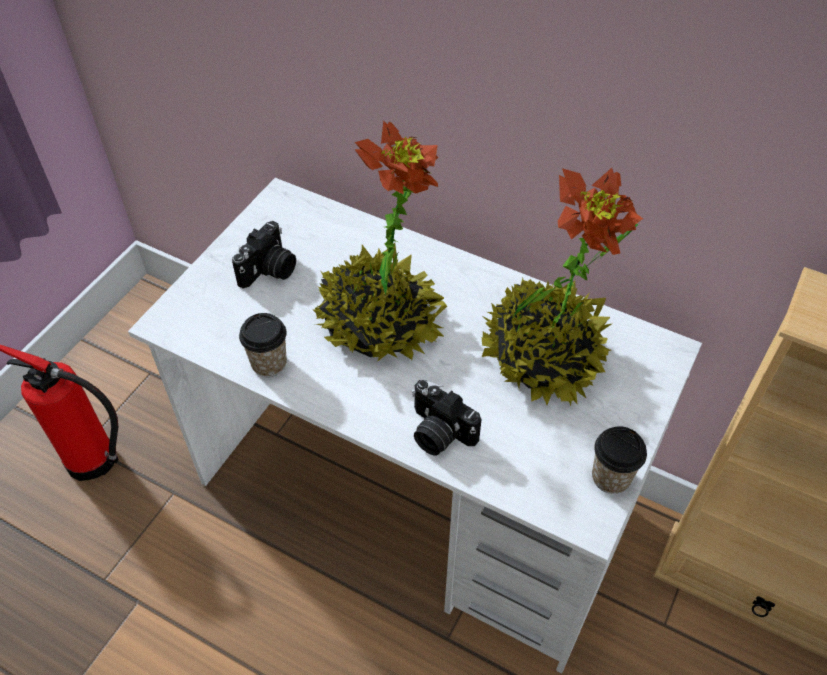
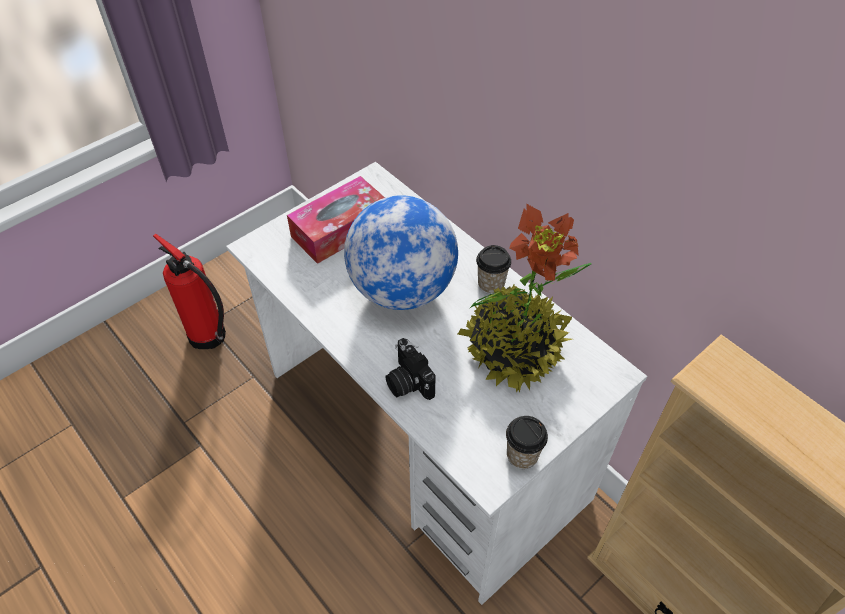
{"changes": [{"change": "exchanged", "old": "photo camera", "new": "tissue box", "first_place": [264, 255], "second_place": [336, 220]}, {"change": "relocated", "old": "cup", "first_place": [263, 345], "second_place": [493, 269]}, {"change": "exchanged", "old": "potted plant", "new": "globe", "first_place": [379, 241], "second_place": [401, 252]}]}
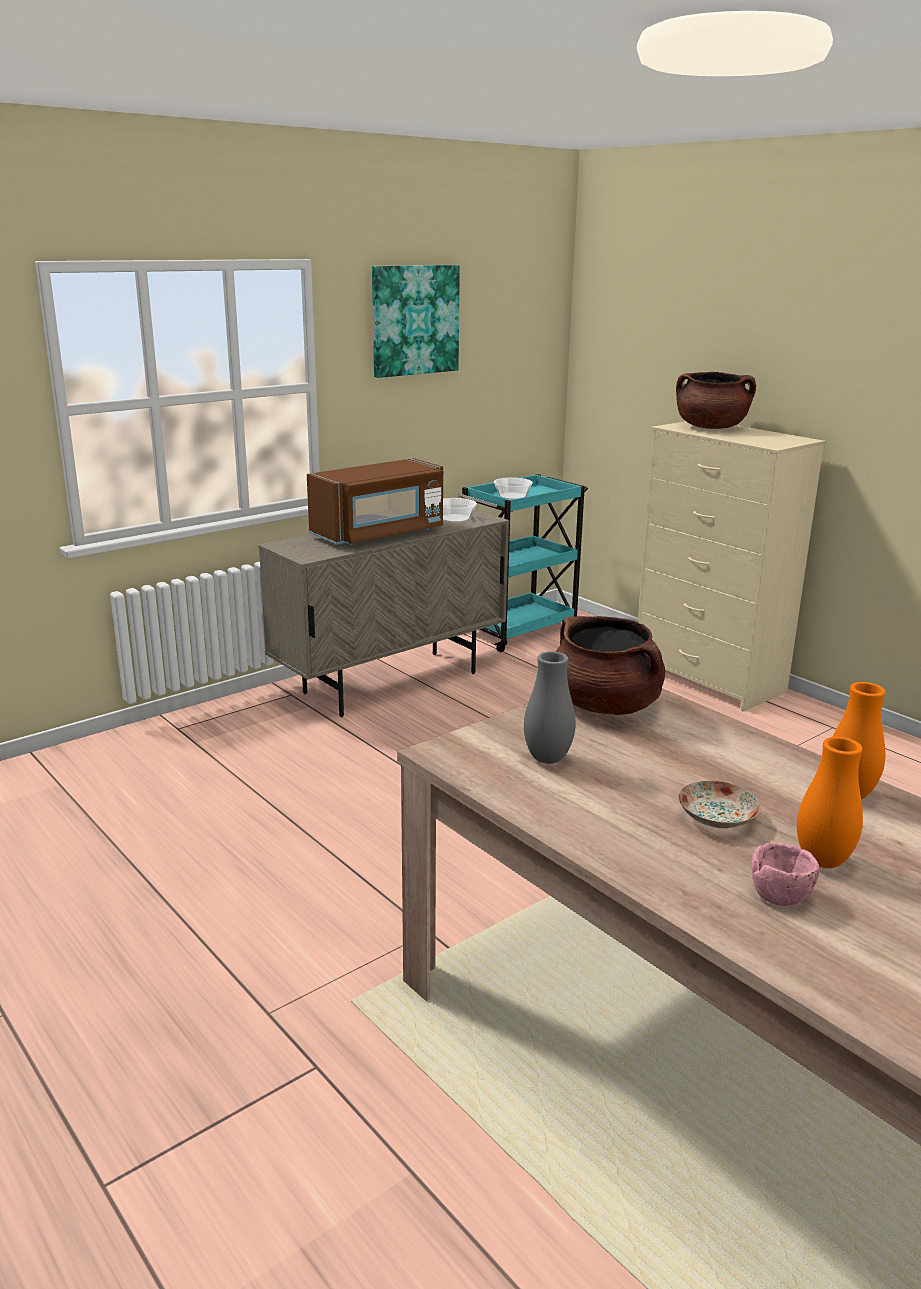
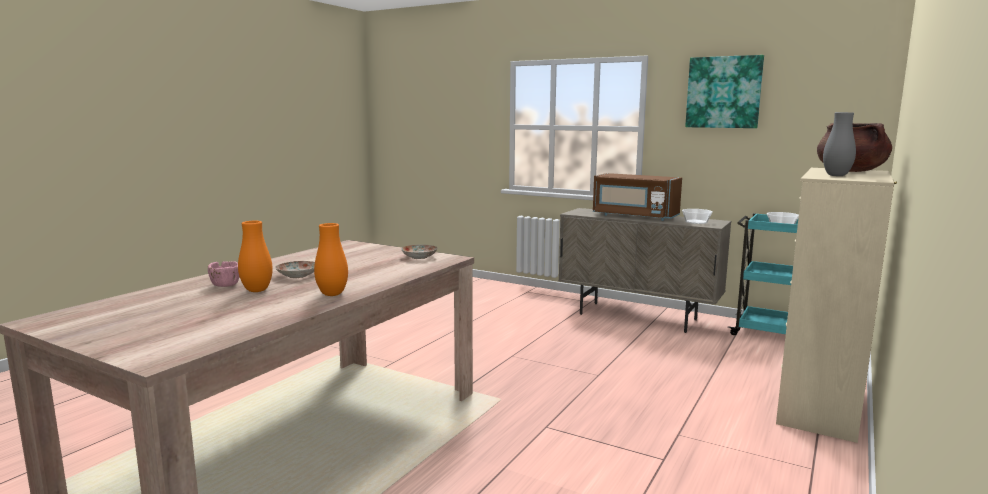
{"changes": [{"change": "relocated", "old": "grey vase", "first_place": [550, 707], "second_place": [839, 144]}, {"change": "exchanged", "old": "brown cooking pot", "new": "plate", "first_place": [610, 665], "second_place": [419, 251]}]}
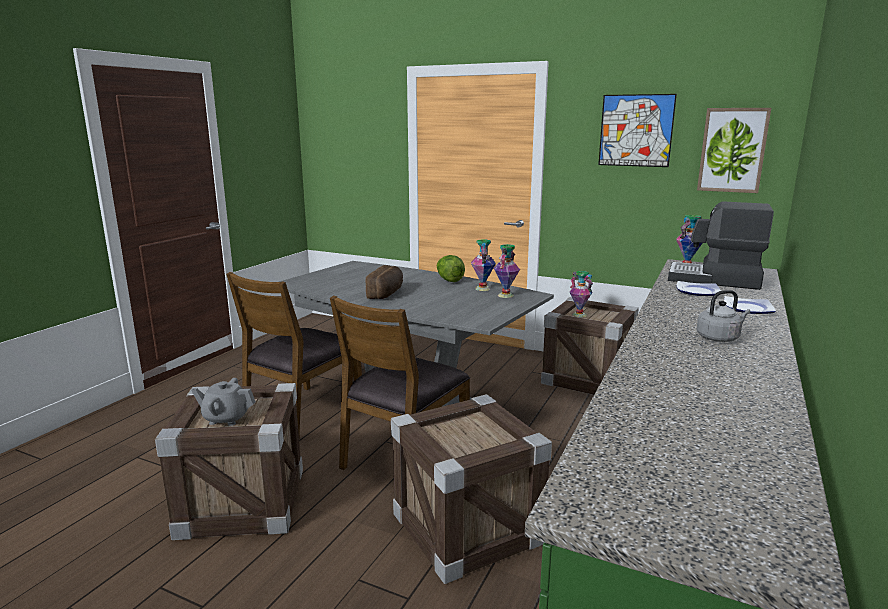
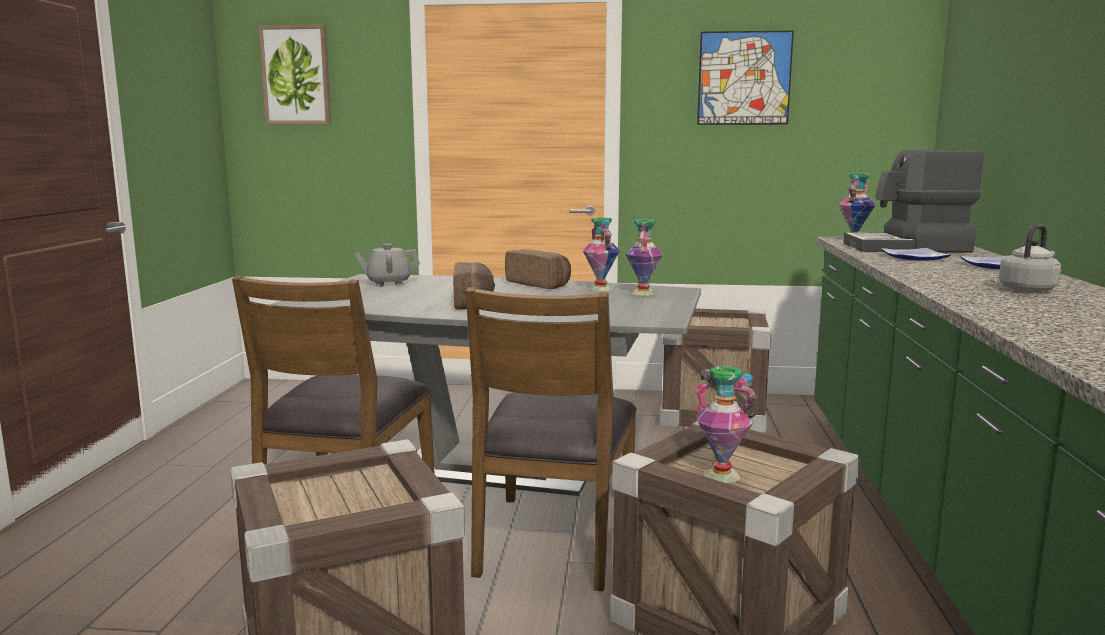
{"changes": [{"change": "relocated", "old": "grey teapot", "first_place": [223, 402], "second_place": [387, 265]}, {"change": "exchanged", "old": "lettuce", "new": "bread", "first_place": [451, 268], "second_place": [538, 269]}, {"change": "relocated", "old": "vase", "first_place": [581, 294], "second_place": [726, 424]}, {"change": "relocated", "old": "picture", "first_place": [734, 150], "second_place": [294, 74]}]}
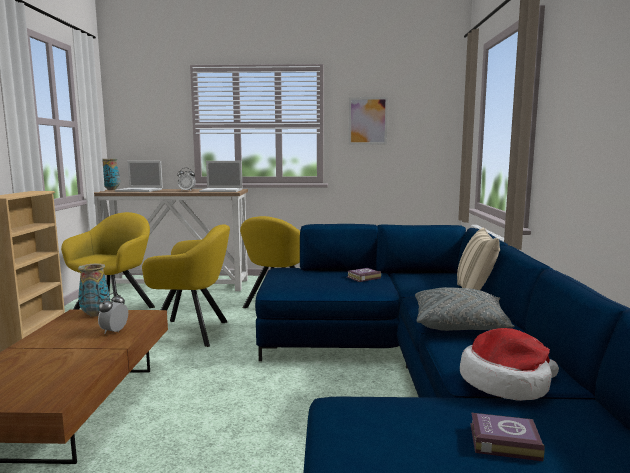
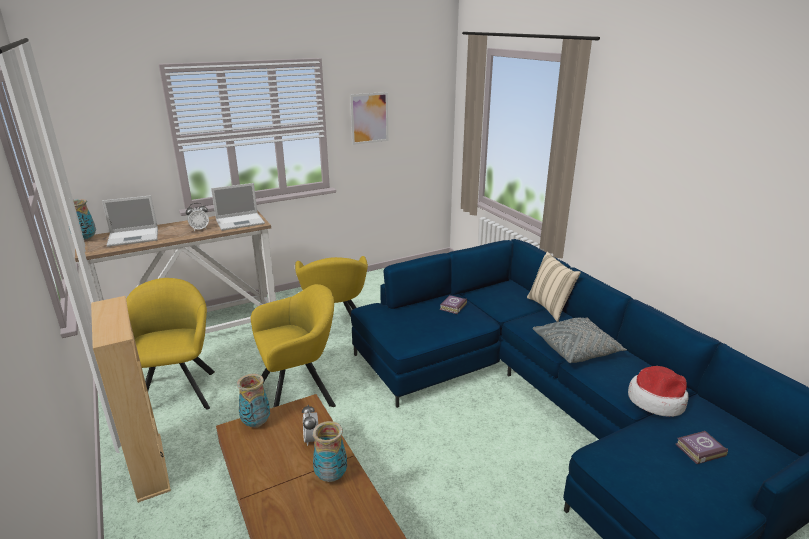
{"changes": [{"change": "appeared", "new": "vase", "second_place": [330, 451]}]}
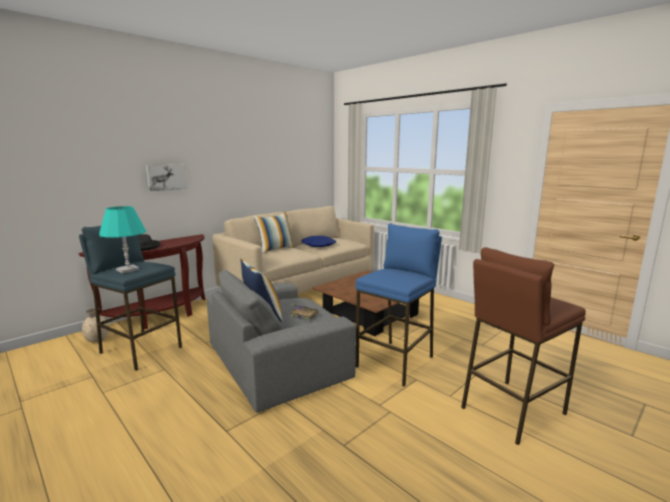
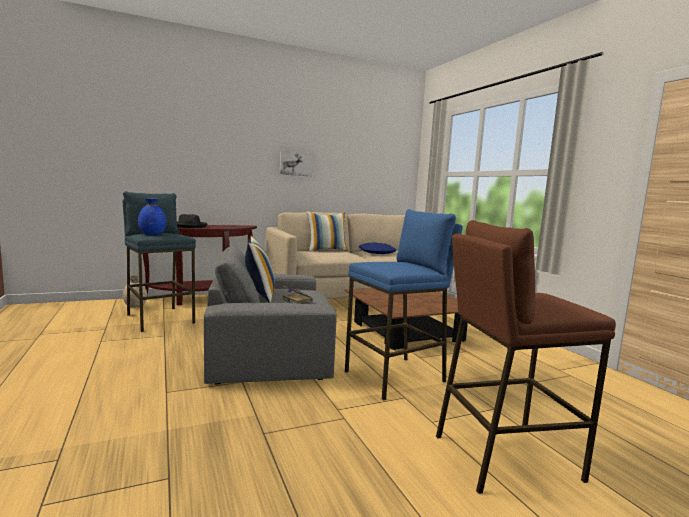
{"changes": [{"change": "exchanged", "old": "turquoise table lamp", "new": "blue vase", "first_place": [122, 239], "second_place": [152, 216]}, {"change": "relocated", "old": "picture", "first_place": [166, 178], "second_place": [296, 163]}]}
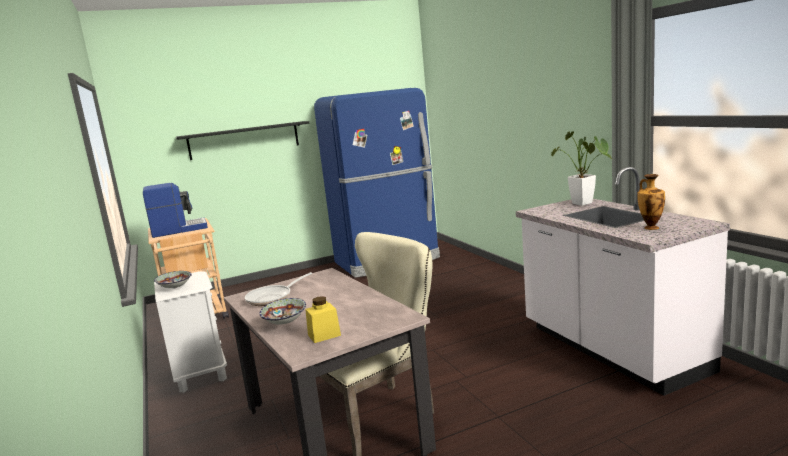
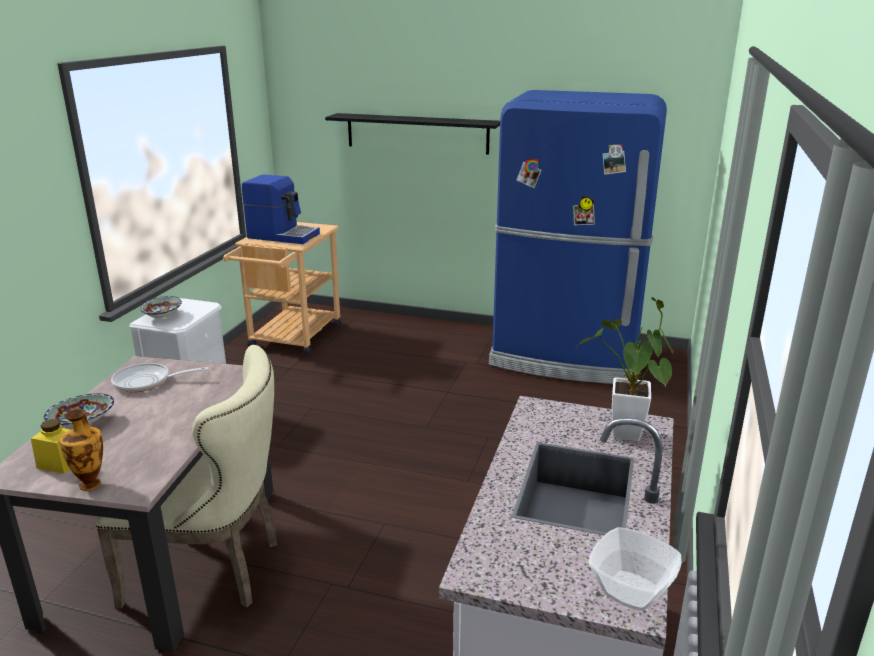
{"changes": [{"change": "relocated", "old": "vase", "first_place": [651, 202], "second_place": [81, 450]}, {"change": "appeared", "new": "bowl", "second_place": [635, 569]}]}
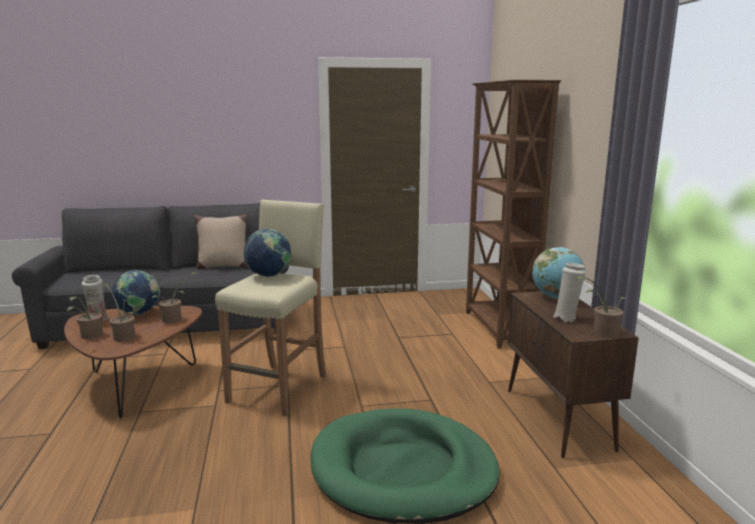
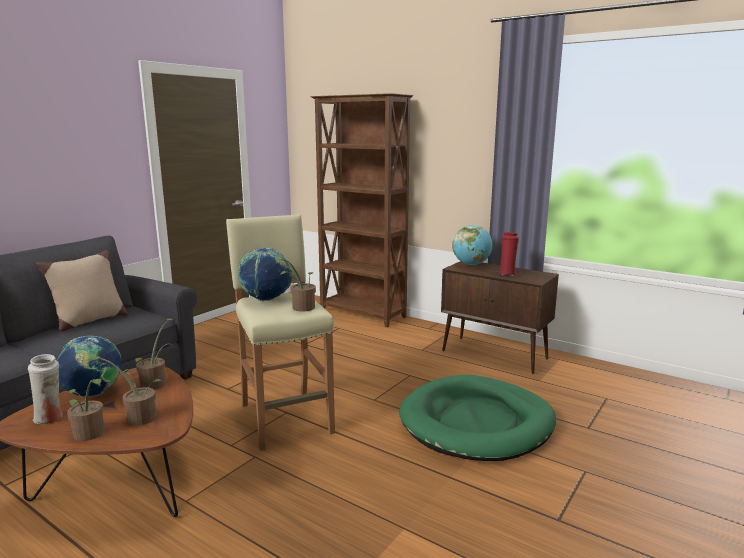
{"changes": [{"change": "colour", "old": "white vase", "new": "red vase", "first_place": [569, 292], "second_place": [509, 254]}, {"change": "relocated", "old": "potted plant", "first_place": [601, 307], "second_place": [296, 285]}]}
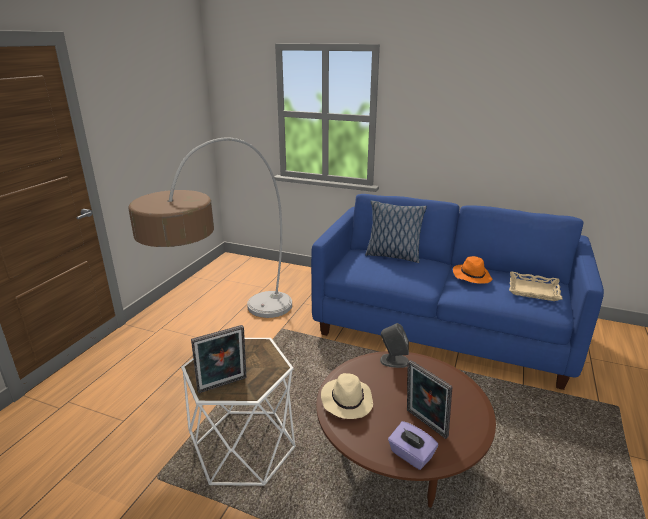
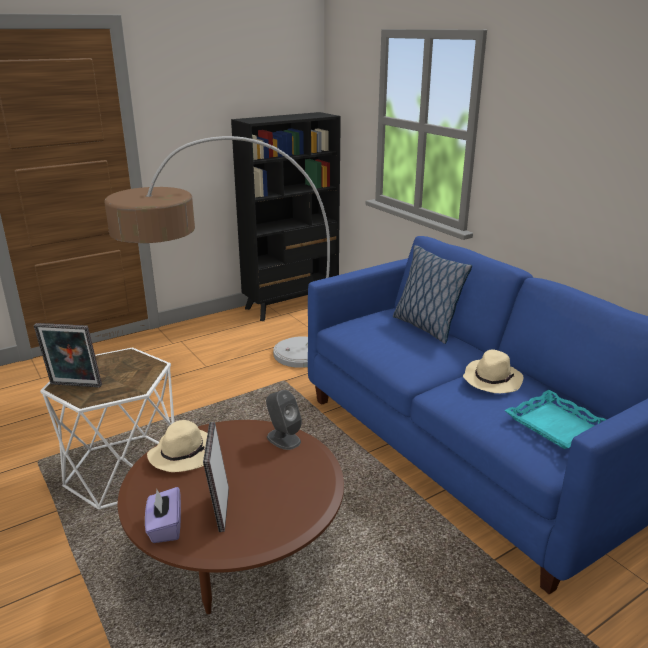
{"changes": [{"change": "colour", "old": "orange hat", "new": "beige hat", "first_place": [472, 269], "second_place": [493, 371]}, {"change": "colour", "old": "beige tray", "new": "turquoise tray", "first_place": [535, 286], "second_place": [555, 419]}, {"change": "appeared", "new": "black bookcase", "second_place": [286, 216]}]}
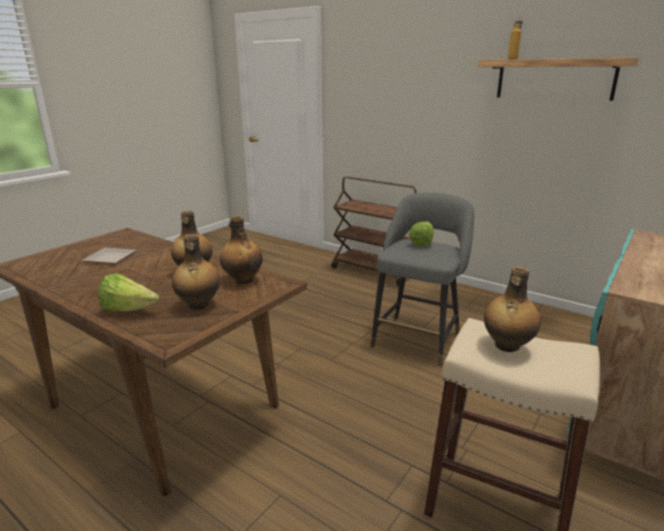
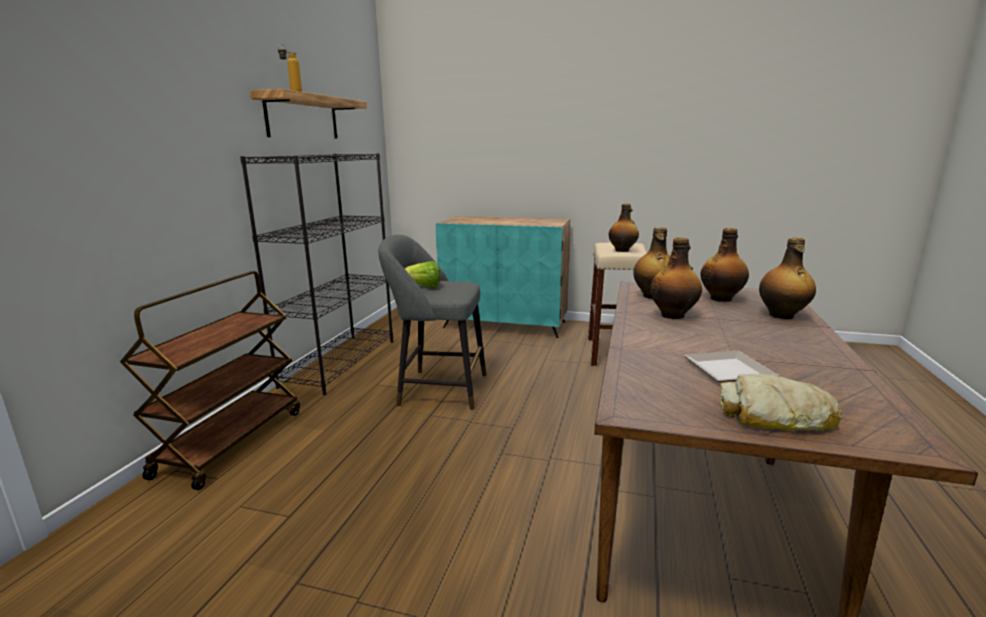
{"changes": [{"change": "exchanged", "old": "lettuce", "new": "bottle", "first_place": [129, 292], "second_place": [787, 278]}, {"change": "appeared", "new": "black bookcase", "second_place": [316, 274]}, {"change": "appeared", "new": "bread", "second_place": [781, 402]}]}
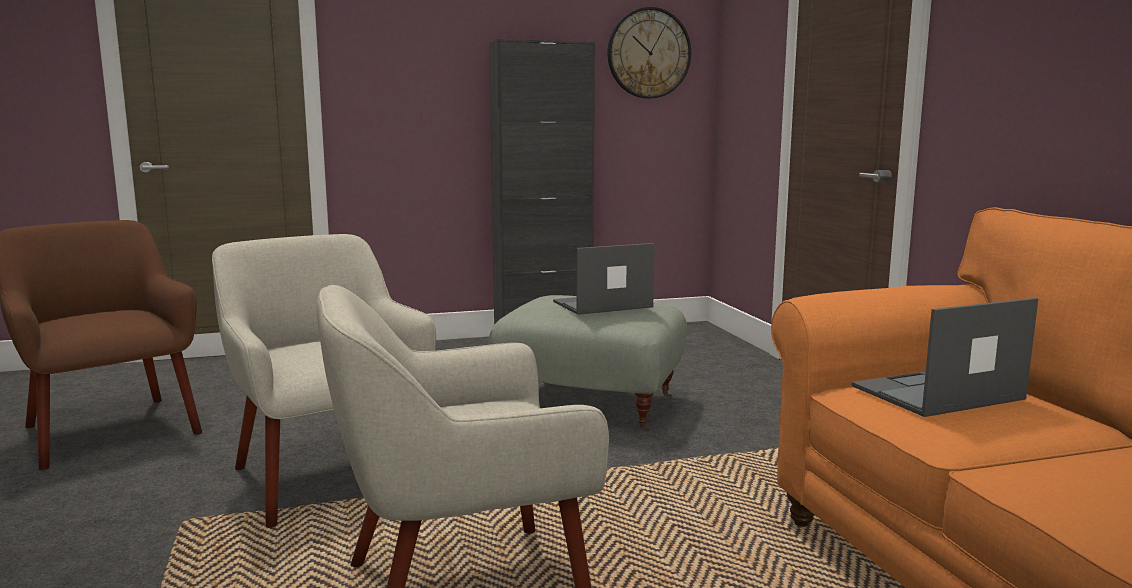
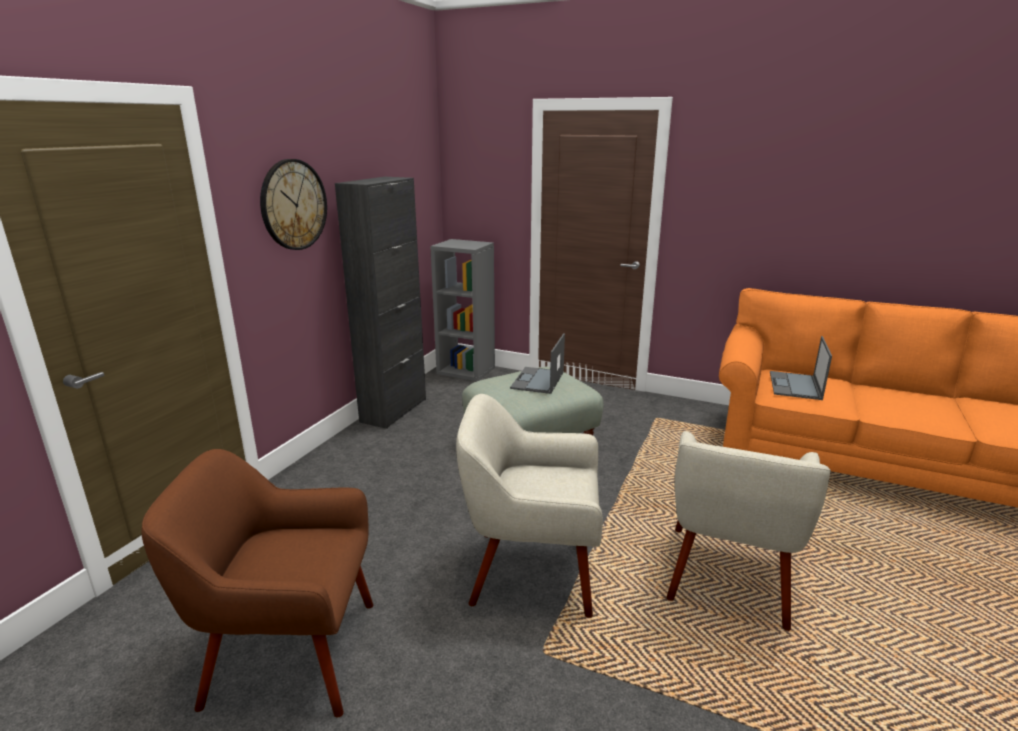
{"changes": [{"change": "relocated", "old": "wall clock", "first_place": [649, 53], "second_place": [293, 204]}, {"change": "appeared", "new": "grey bookcase", "second_place": [462, 310]}]}
